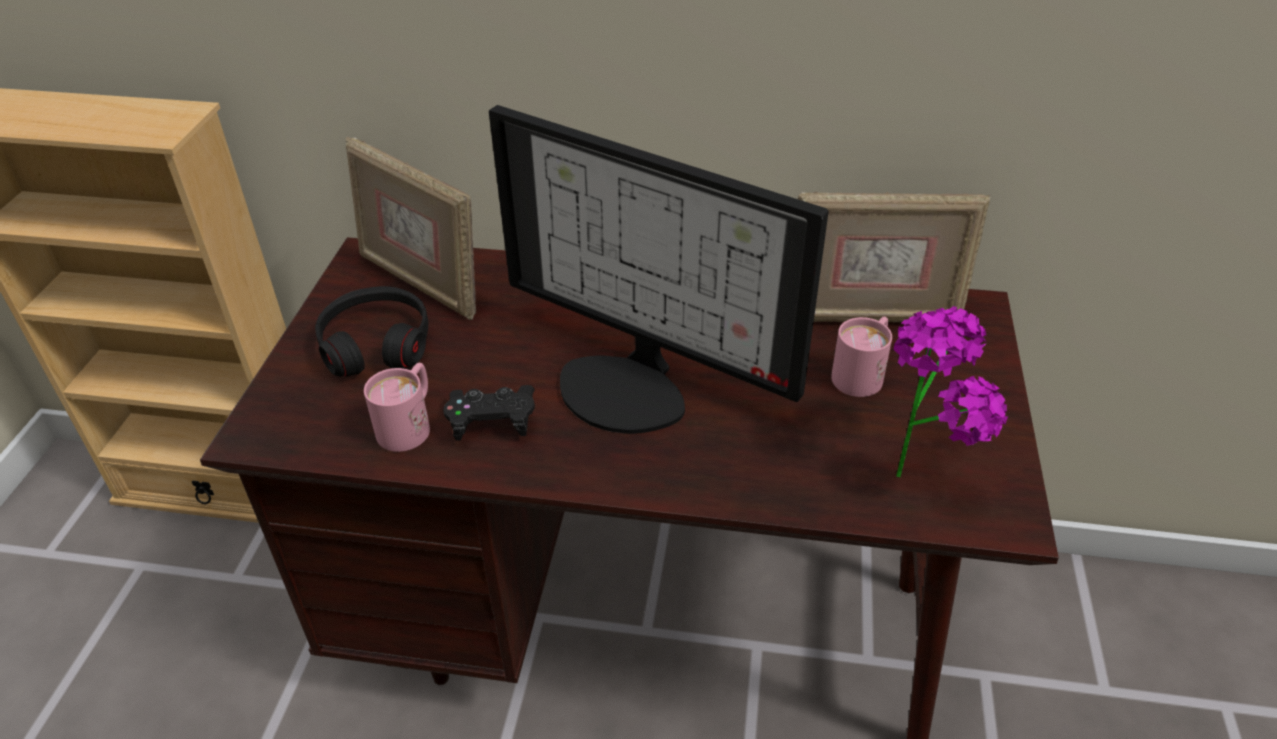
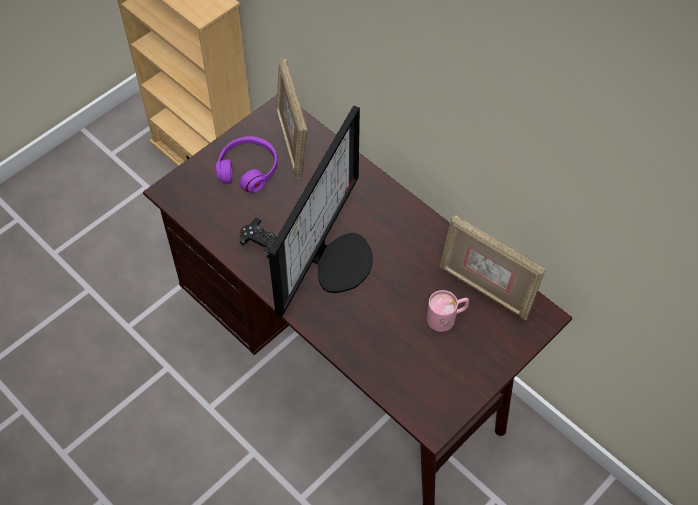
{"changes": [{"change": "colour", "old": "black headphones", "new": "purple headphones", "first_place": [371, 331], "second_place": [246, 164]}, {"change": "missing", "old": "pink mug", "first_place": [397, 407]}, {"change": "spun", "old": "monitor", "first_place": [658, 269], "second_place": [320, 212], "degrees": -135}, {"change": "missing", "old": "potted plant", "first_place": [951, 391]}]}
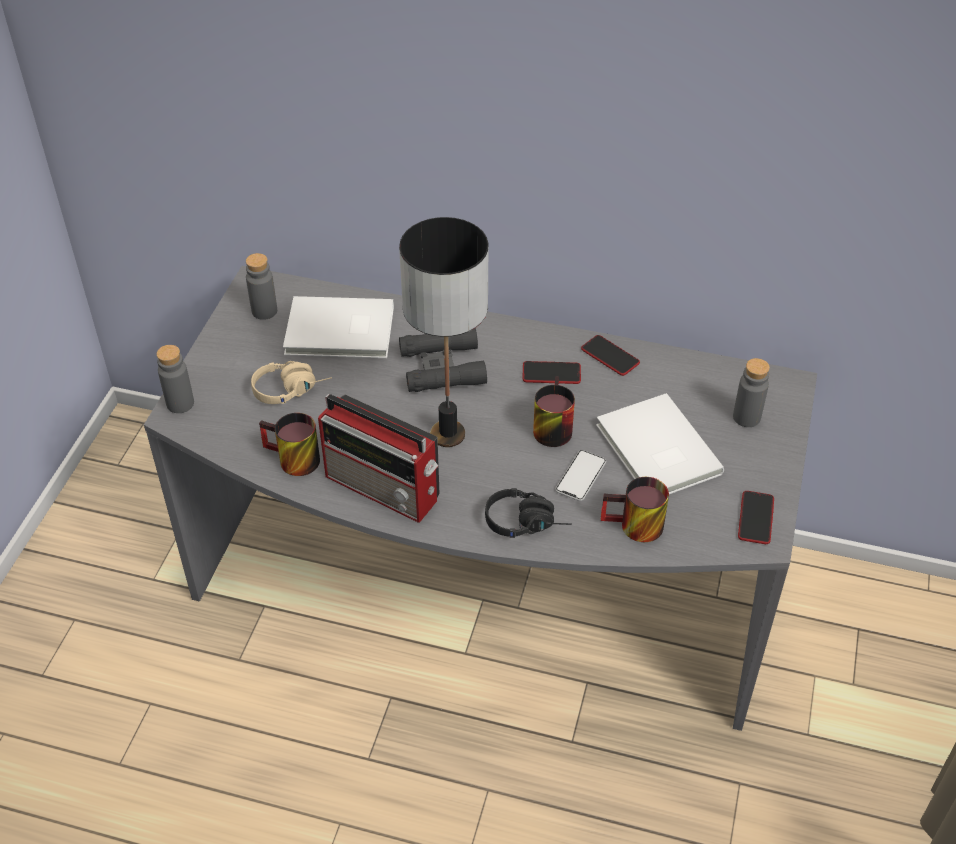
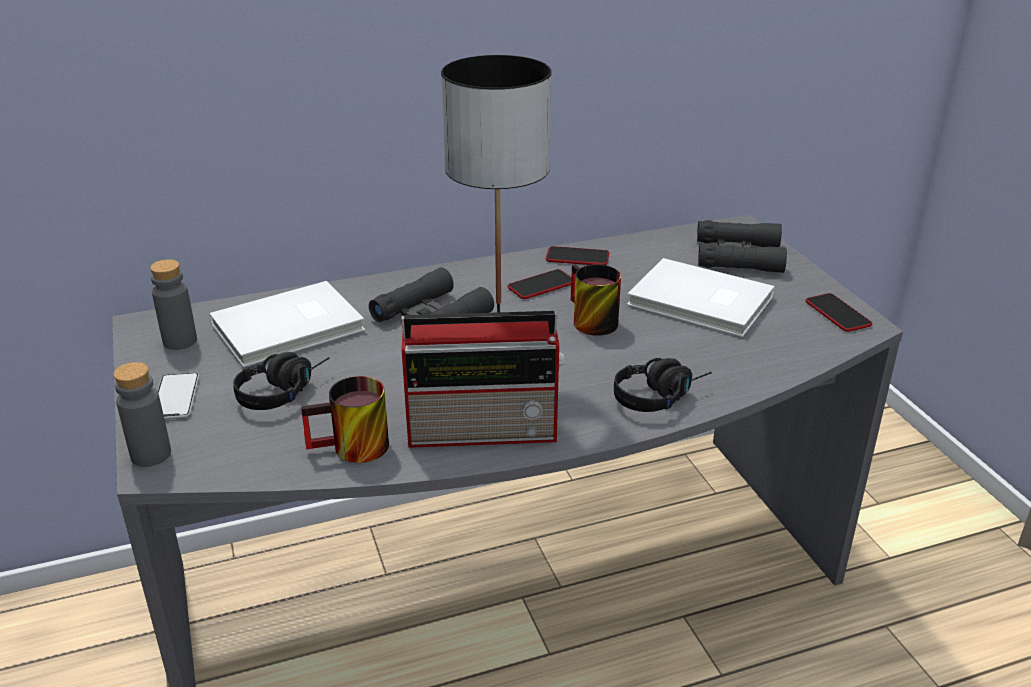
{"changes": [{"change": "colour", "old": "beige headphones", "new": "black headphones", "first_place": [291, 382], "second_place": [281, 381]}, {"change": "relocated", "old": "phone", "first_place": [580, 475], "second_place": [178, 395]}, {"change": "missing", "old": "mug", "first_place": [634, 509]}, {"change": "exchanged", "old": "grey bottle", "new": "black binoculars", "first_place": [751, 392], "second_place": [742, 246]}]}
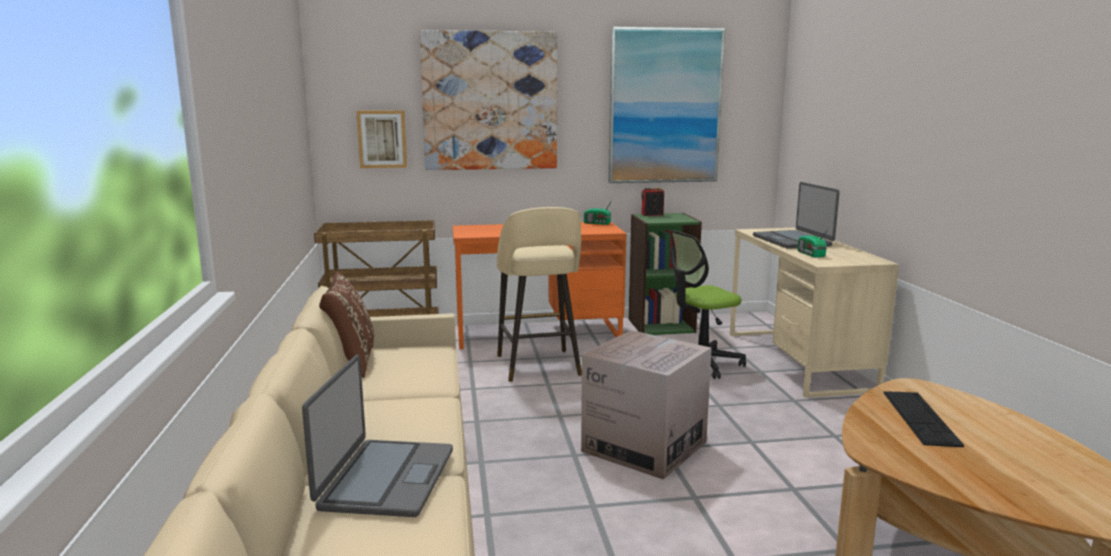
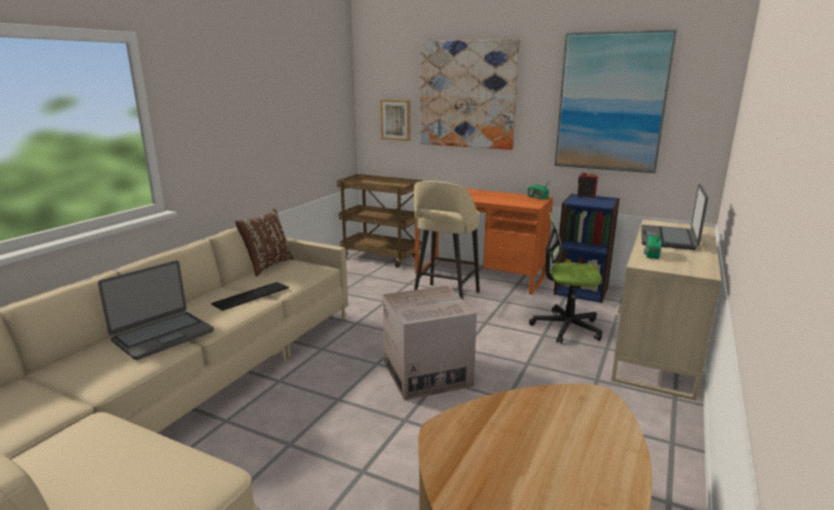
{"changes": [{"change": "colour", "old": "green bookcase", "new": "blue bookcase", "first_place": [665, 274], "second_place": [587, 248]}, {"change": "relocated", "old": "keyboard", "first_place": [923, 419], "second_place": [250, 296]}]}
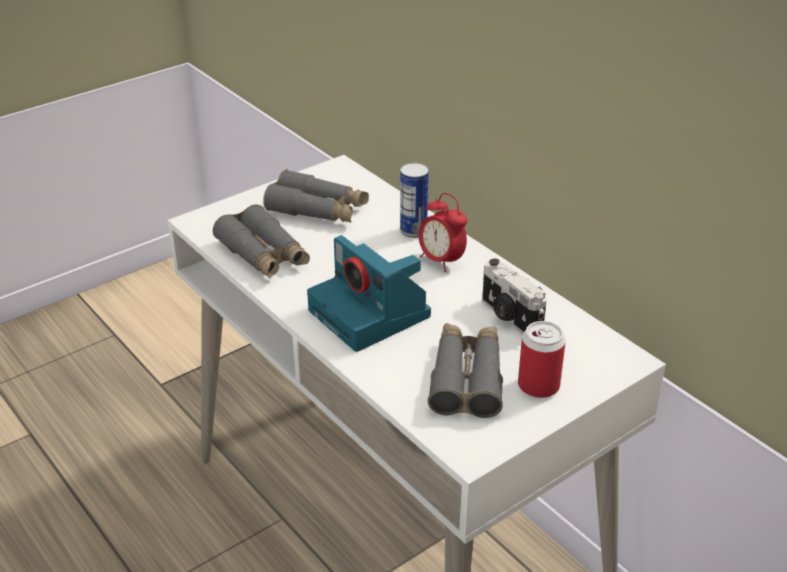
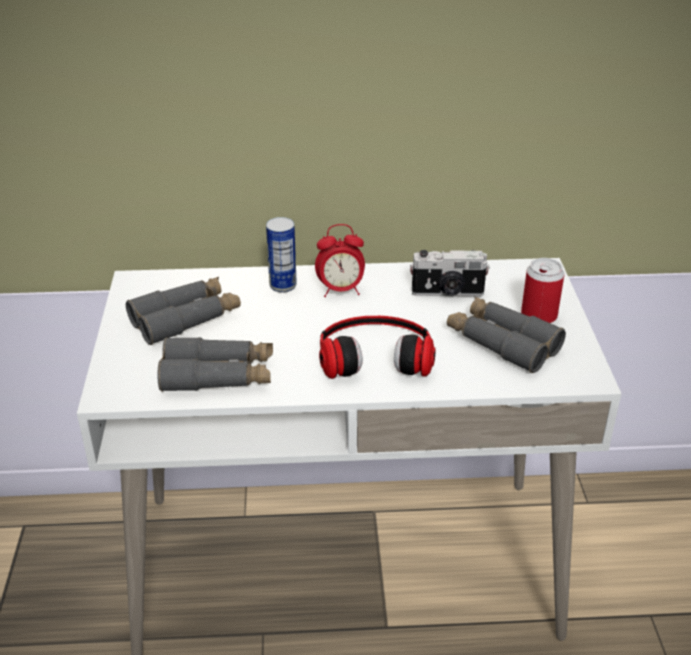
{"changes": [{"change": "exchanged", "old": "photo camera", "new": "headphones", "first_place": [369, 293], "second_place": [377, 347]}]}
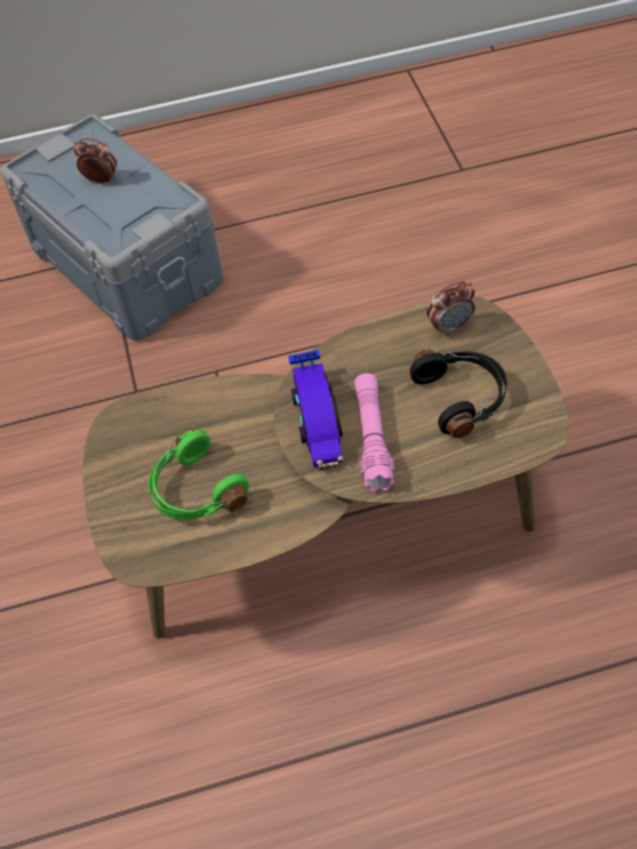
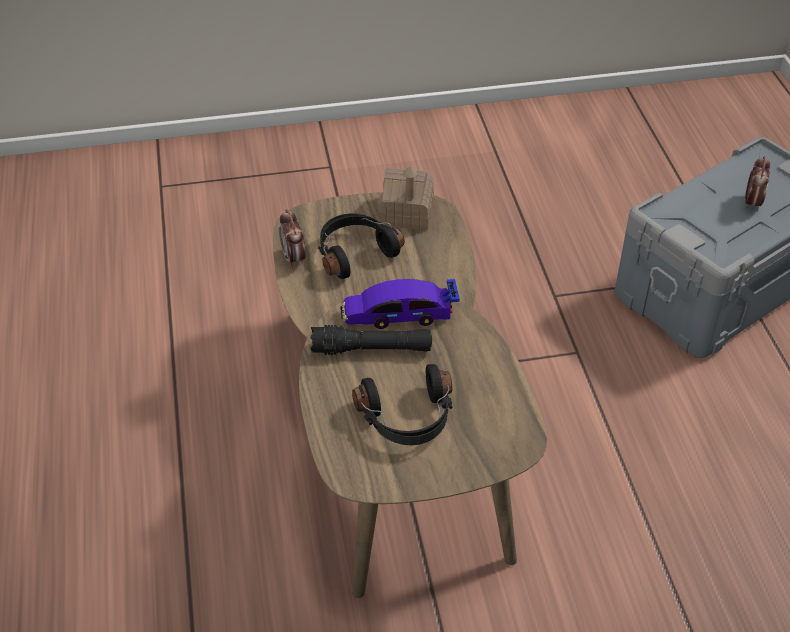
{"changes": [{"change": "colour", "old": "green headphones", "new": "black headphones", "first_place": [198, 474], "second_place": [361, 246]}, {"change": "colour", "old": "pink flashlight", "new": "black flashlight", "first_place": [374, 432], "second_place": [371, 340]}, {"change": "relocated", "old": "alarm clock", "first_place": [451, 308], "second_place": [292, 238]}, {"change": "appeared", "new": "toy house", "second_place": [406, 198]}]}
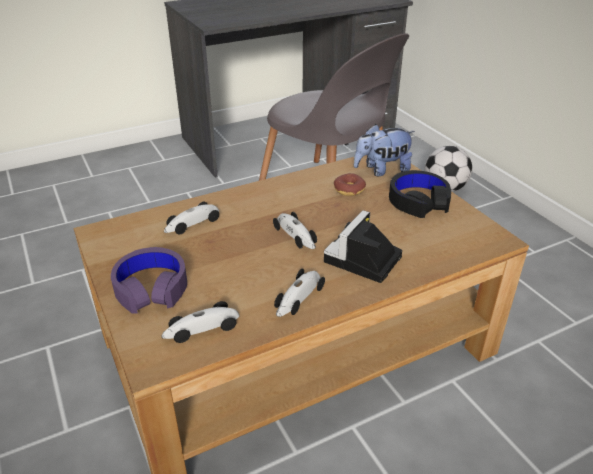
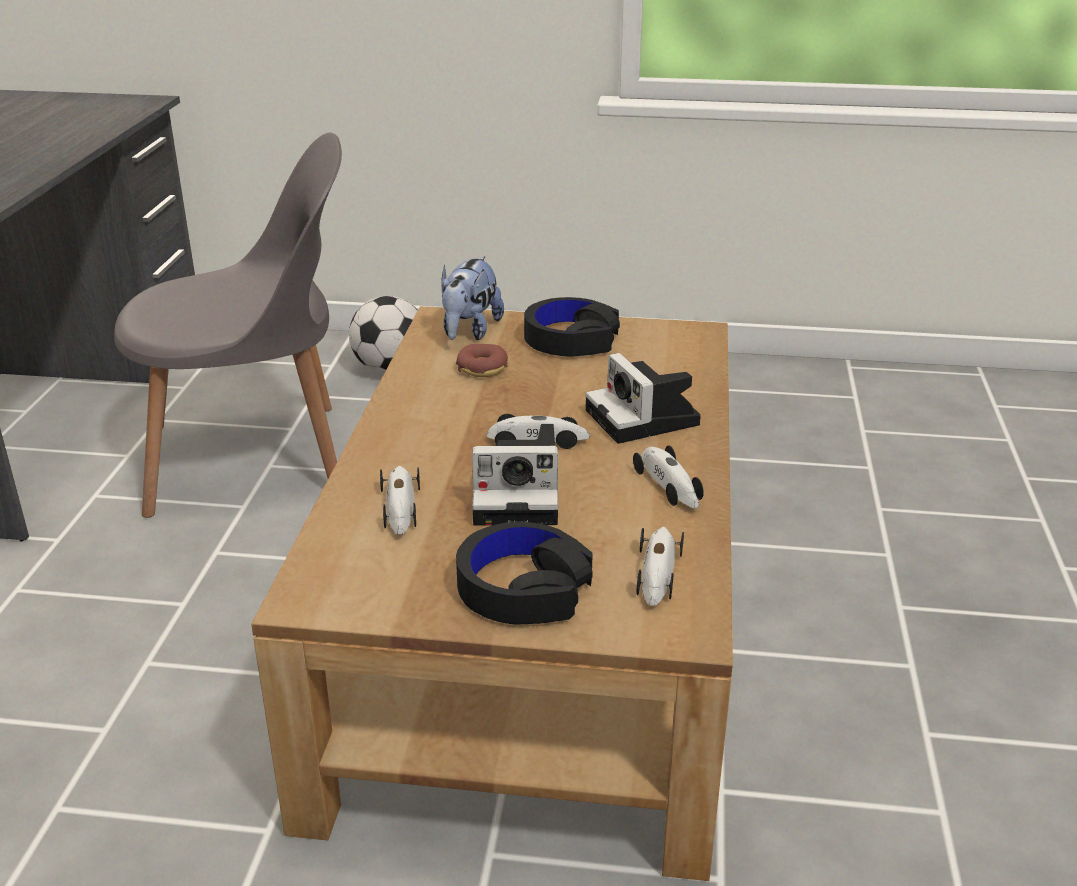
{"changes": [{"change": "colour", "old": "purple headphones", "new": "black headphones", "first_place": [149, 280], "second_place": [524, 573]}, {"change": "appeared", "new": "photo camera", "second_place": [515, 475]}]}
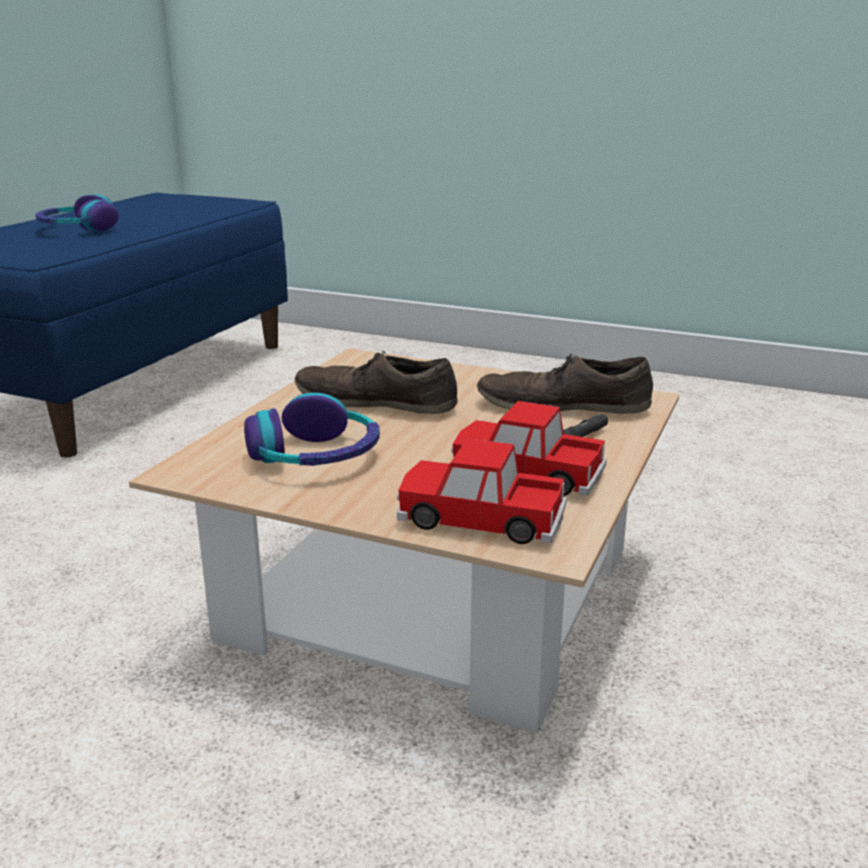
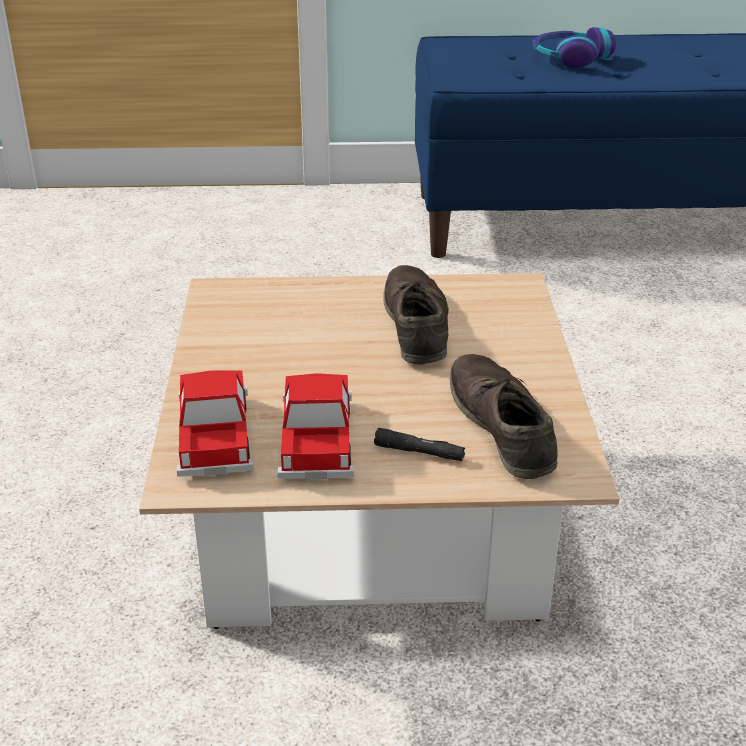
{"changes": [{"change": "missing", "old": "headphones", "first_place": [312, 429]}]}
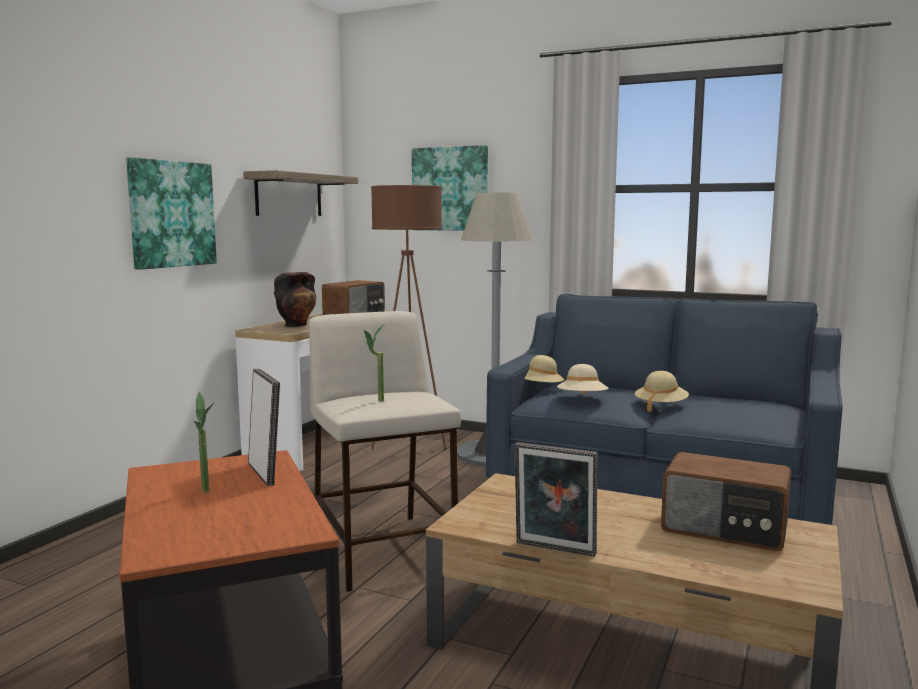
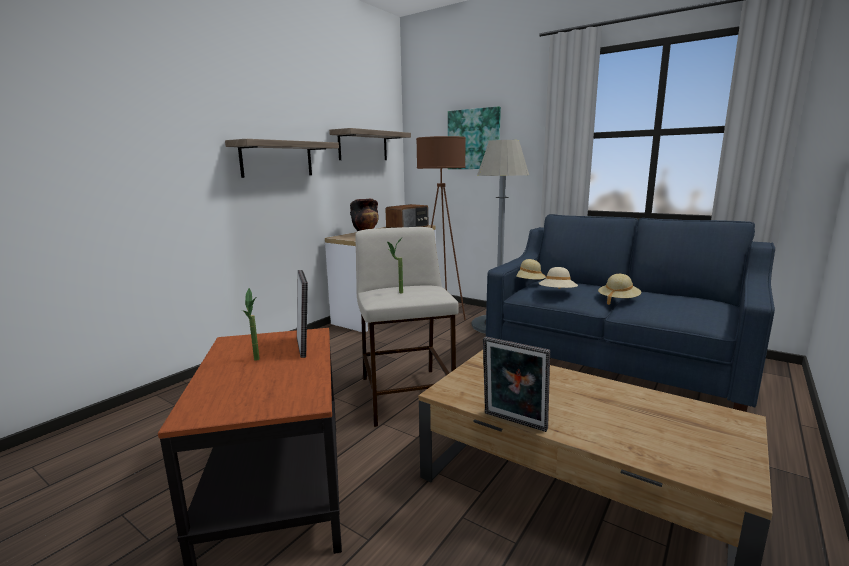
{"changes": [{"change": "exchanged", "old": "picture", "new": "shelf", "first_place": [171, 213], "second_place": [282, 158]}, {"change": "missing", "old": "radio", "first_place": [726, 501]}]}
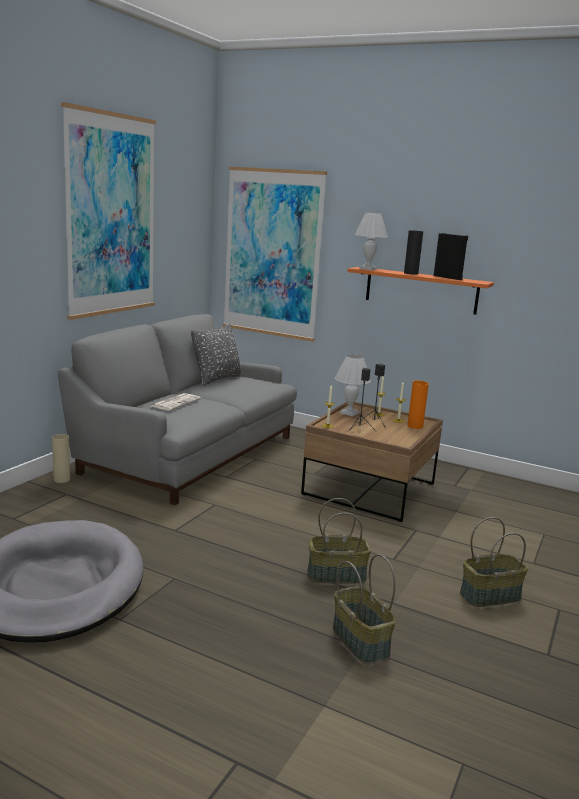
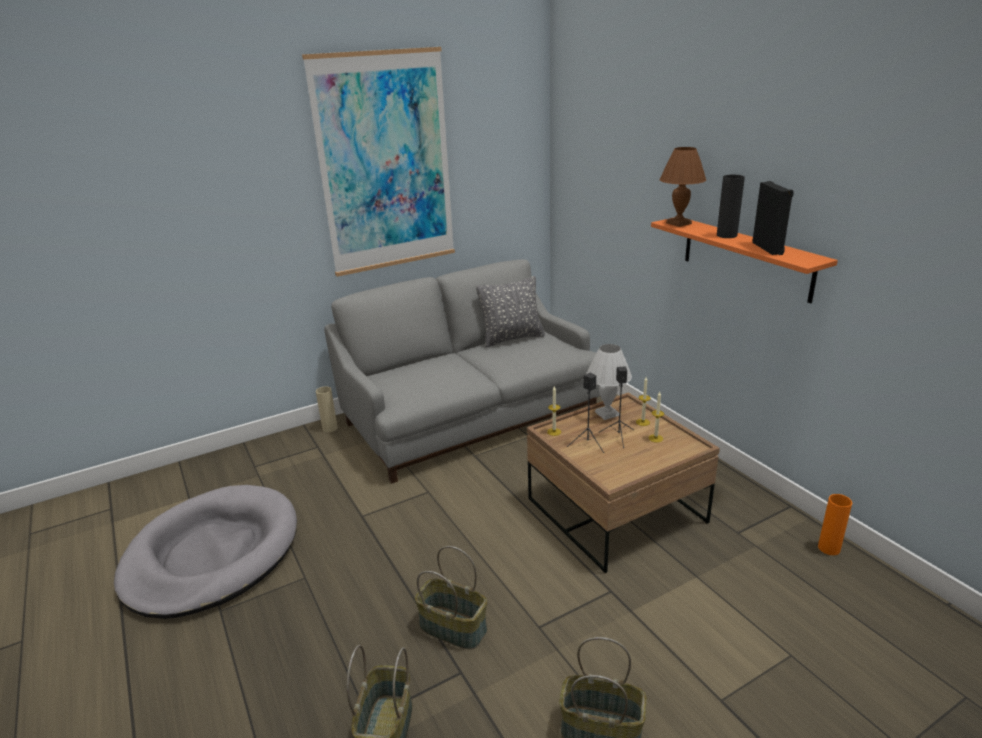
{"changes": [{"change": "missing", "old": "newspaper", "first_place": [176, 402]}, {"change": "missing", "old": "picture", "first_place": [275, 254]}, {"change": "colour", "old": "white table lamp", "new": "brown table lamp", "first_place": [371, 241], "second_place": [683, 187]}, {"change": "relocated", "old": "orange vase", "first_place": [418, 405], "second_place": [835, 524]}]}
